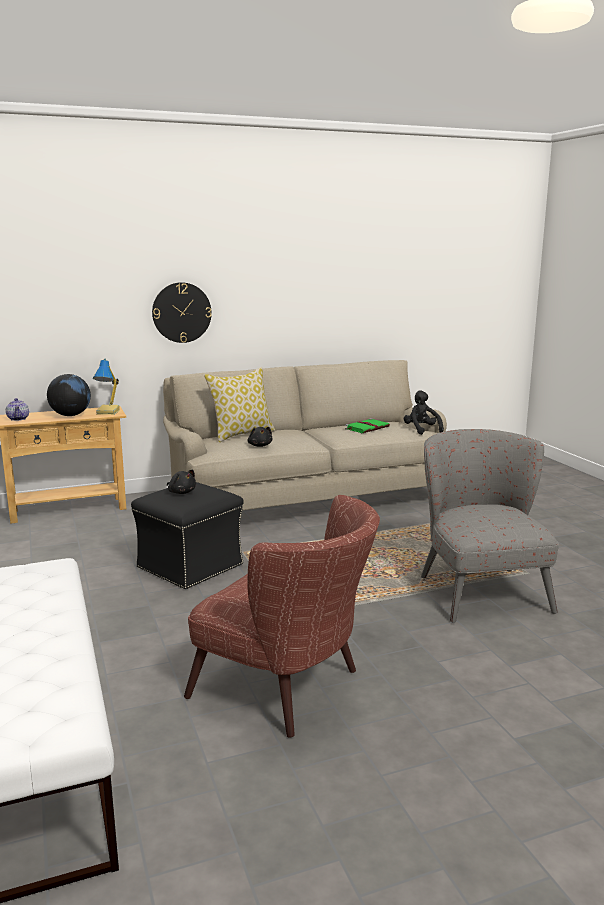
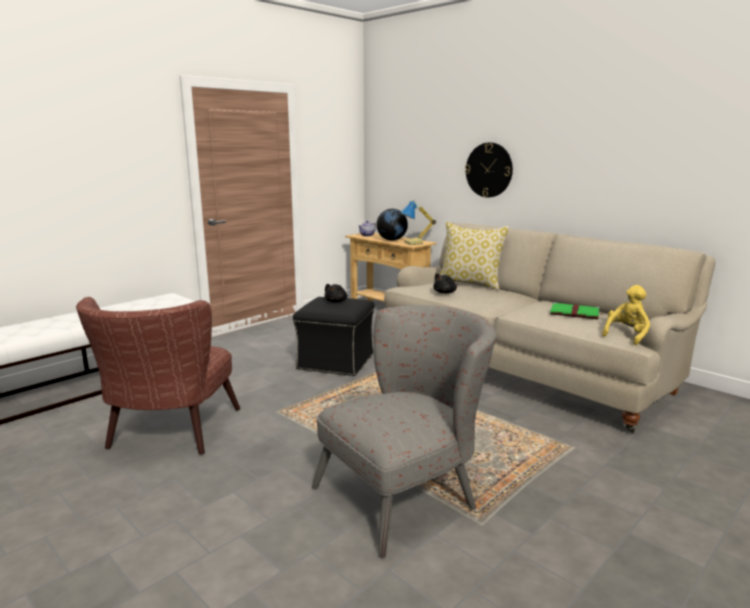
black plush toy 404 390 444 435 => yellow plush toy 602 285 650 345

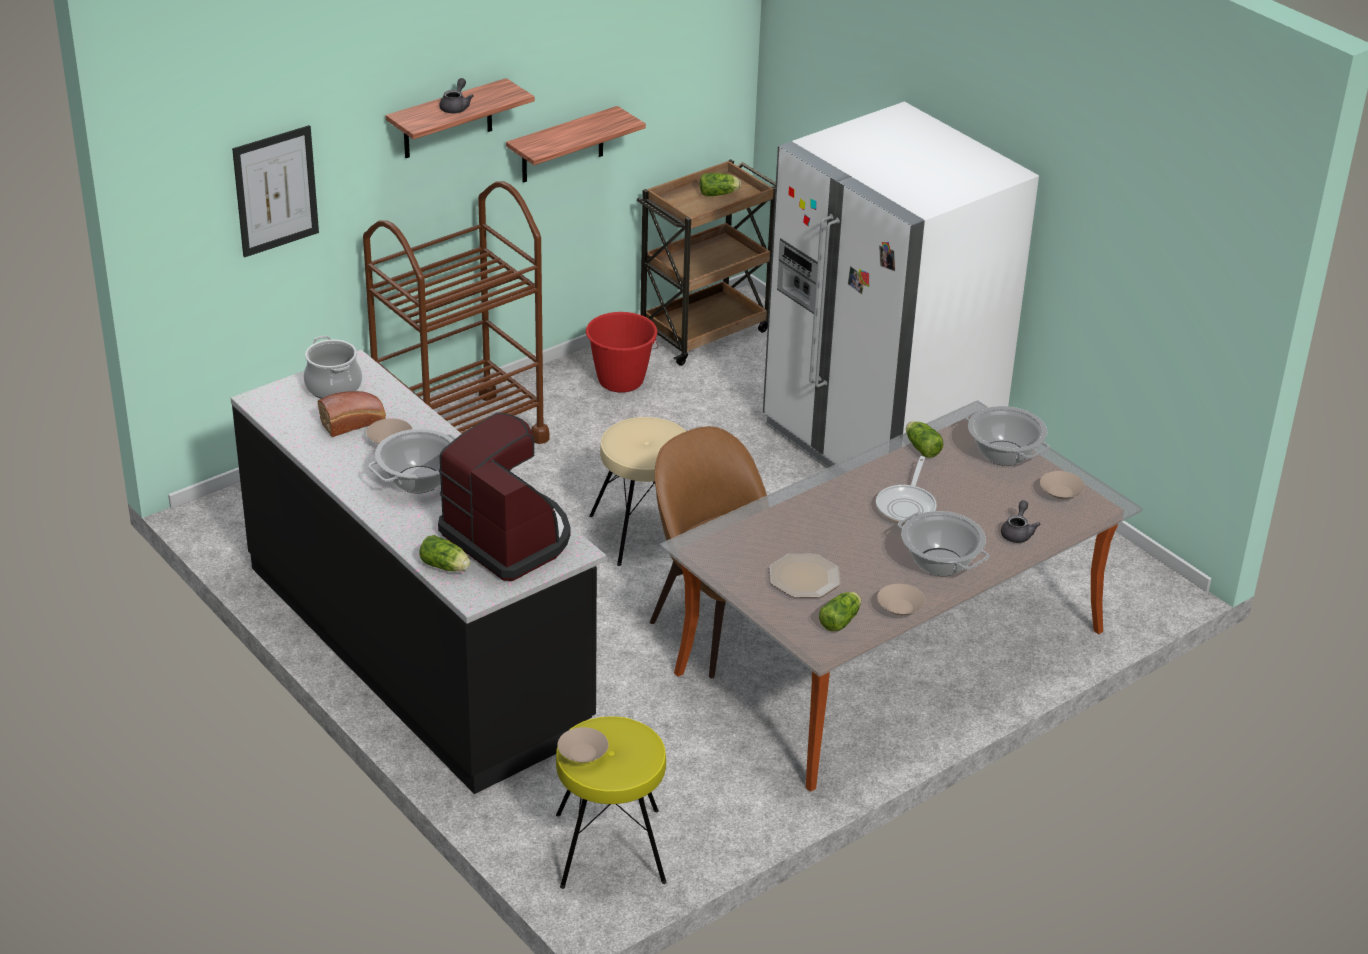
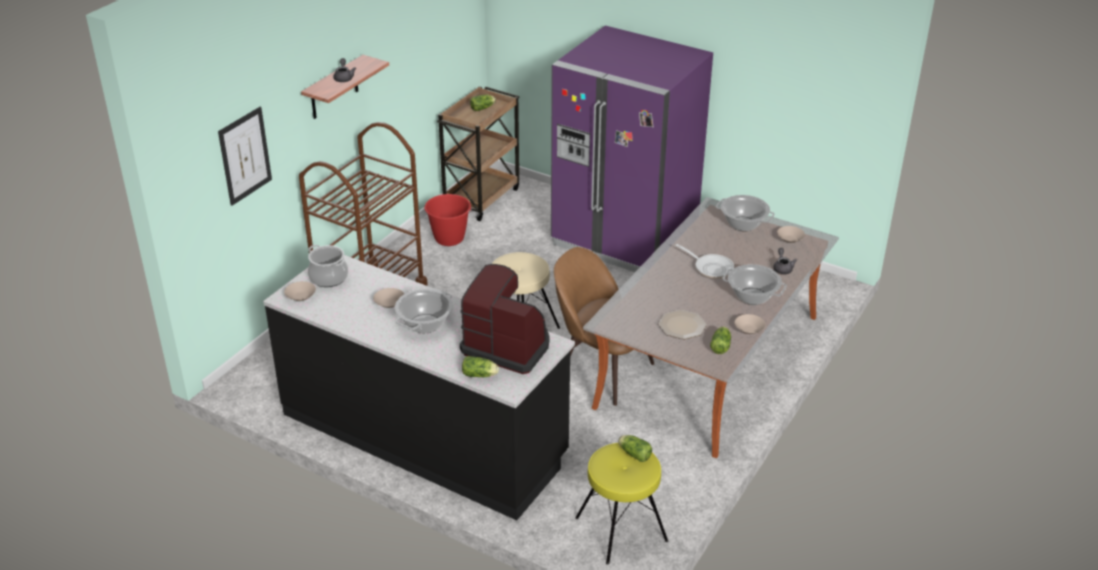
white fridge 763 102 1039 468 => purple fridge 551 25 713 272
shelf 506 106 646 183 => nothing
bread 318 391 386 437 => nothing
lettuce 906 421 943 457 => lettuce 618 435 652 462, move
frying pan 876 456 937 524 => frying pan 675 244 734 279, 45 degrees counterclockwise
beige bowl 558 727 609 763 => beige bowl 284 281 316 301, move

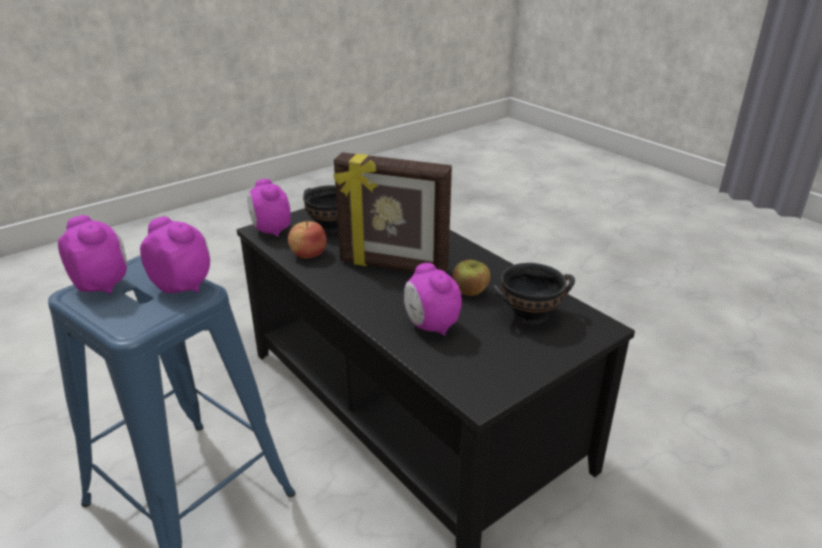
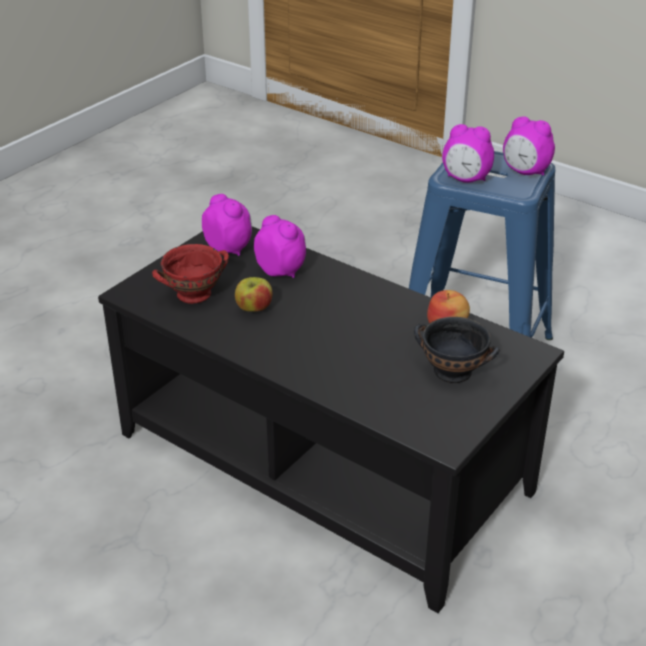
picture frame 334 152 452 272 => nothing
alarm clock 247 179 291 237 => alarm clock 202 194 252 256, move
black bowl 492 263 575 325 => red bowl 152 244 229 304

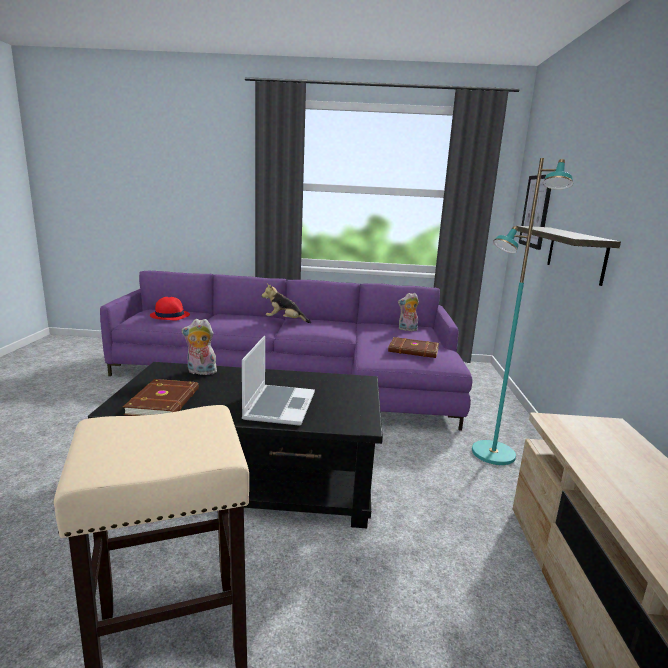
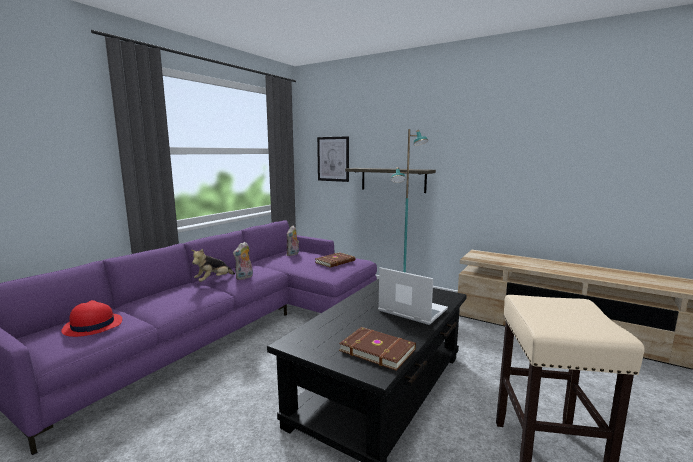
plush toy 182 319 217 375 => plush toy 233 242 253 280, move

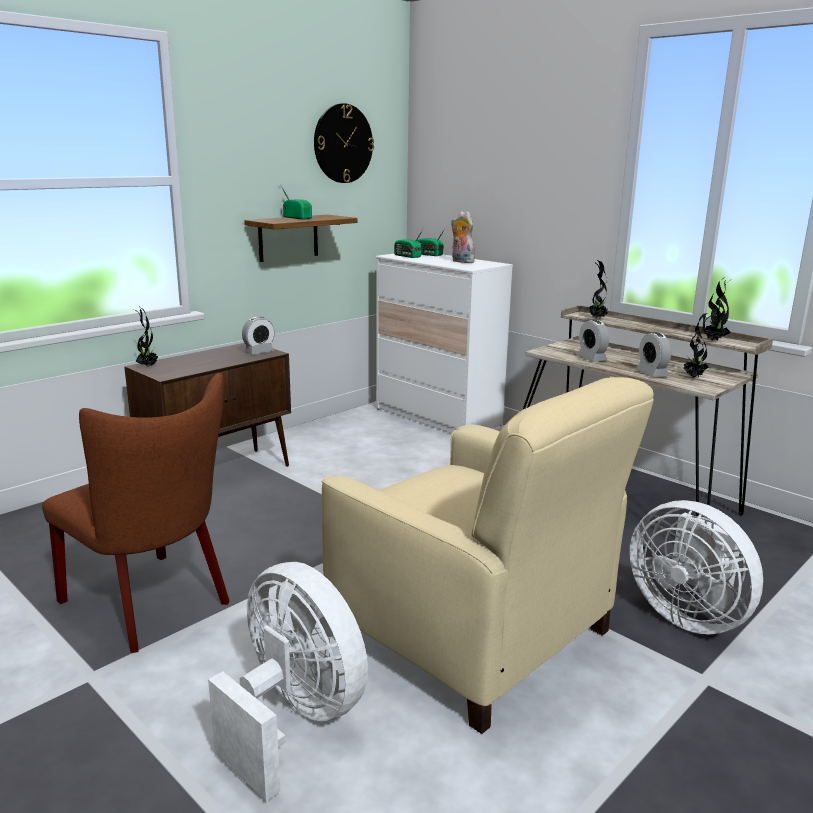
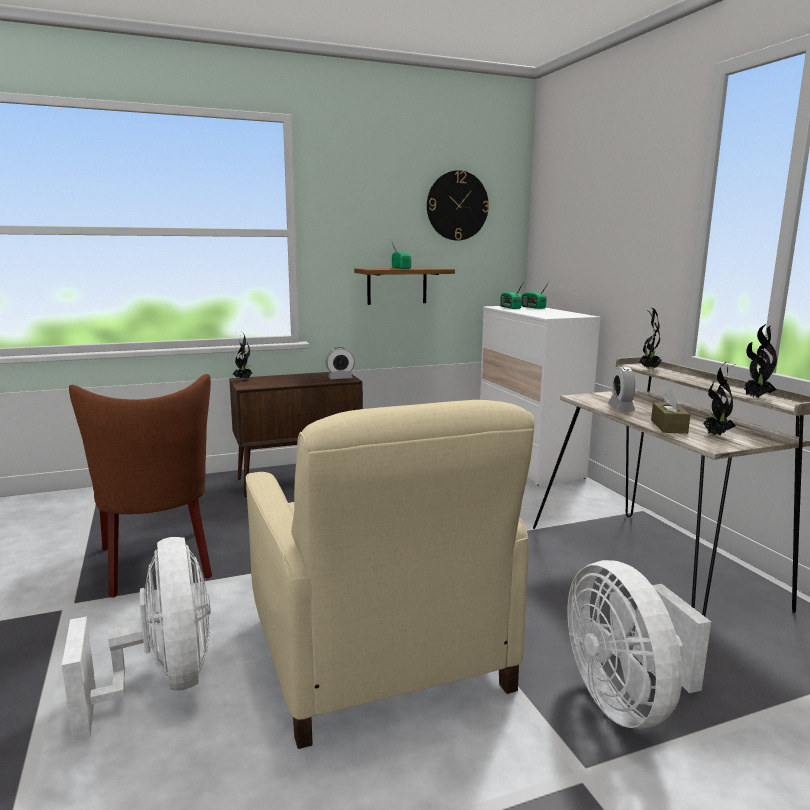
plush toy 451 211 475 263 => nothing
alarm clock 636 332 671 377 => brown tissue box 651 389 690 434

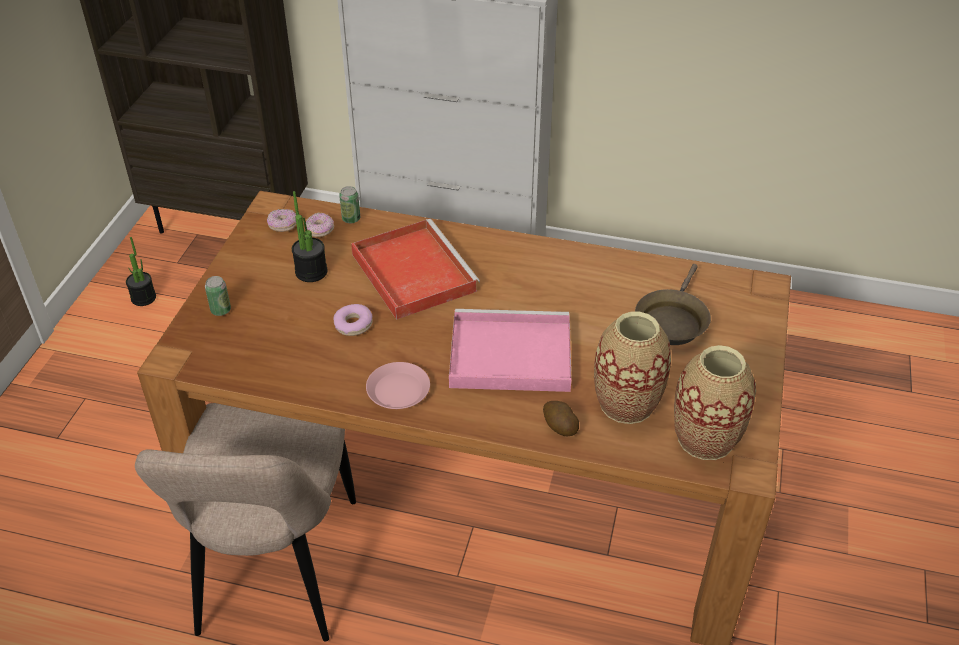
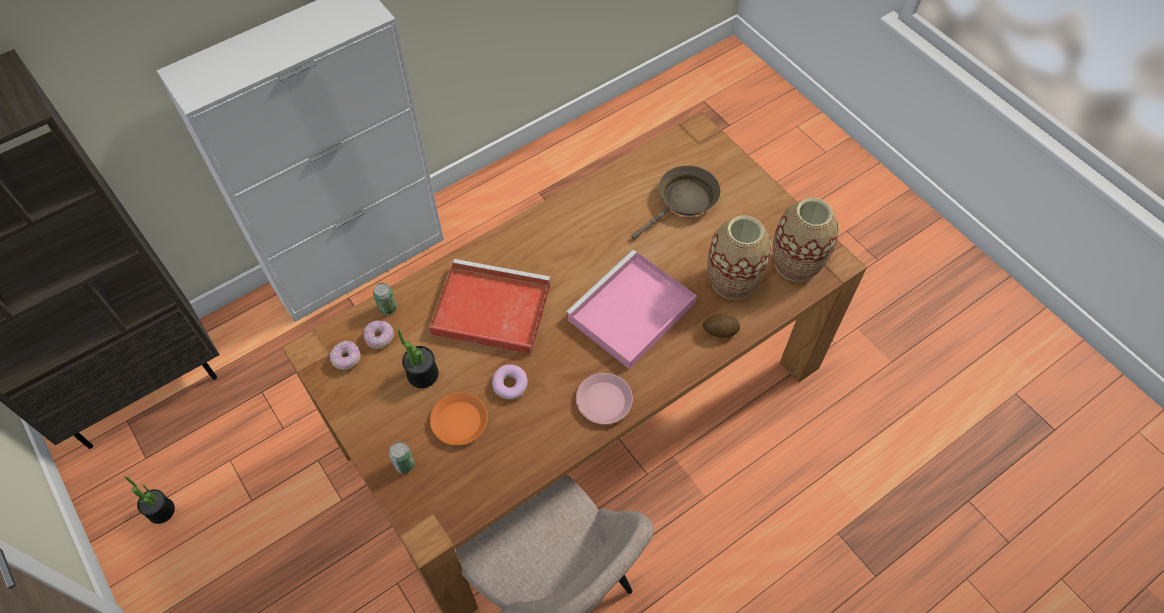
brown frying pan 635 264 711 345 => brown frying pan 631 165 720 240, 105 degrees counterclockwise
nothing => orange plate 430 393 488 445

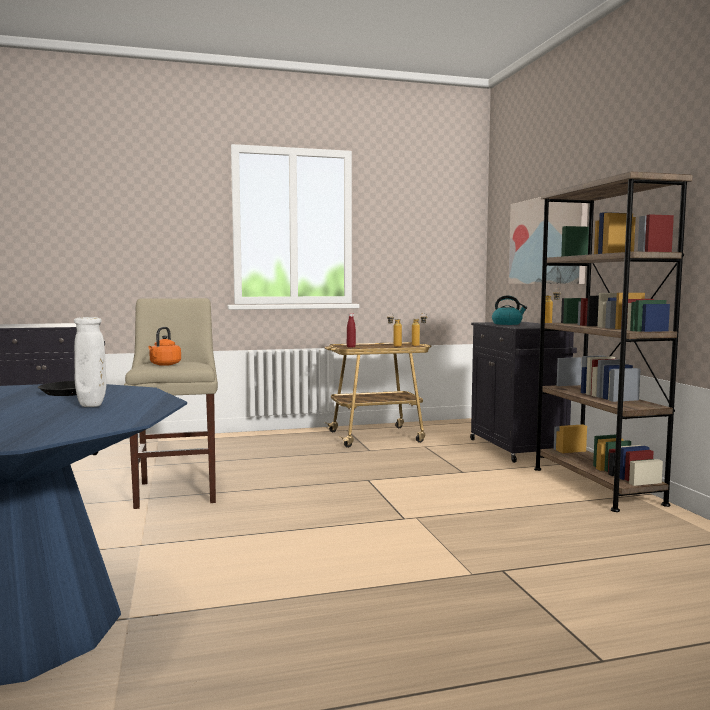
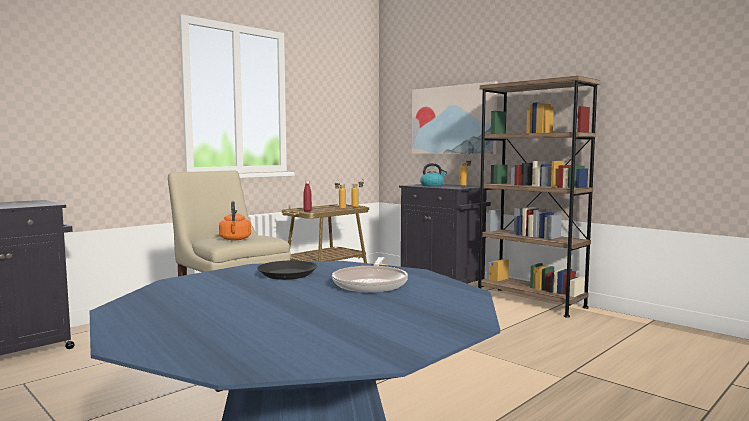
white vase 74 317 106 407 => frying pan 332 257 408 292

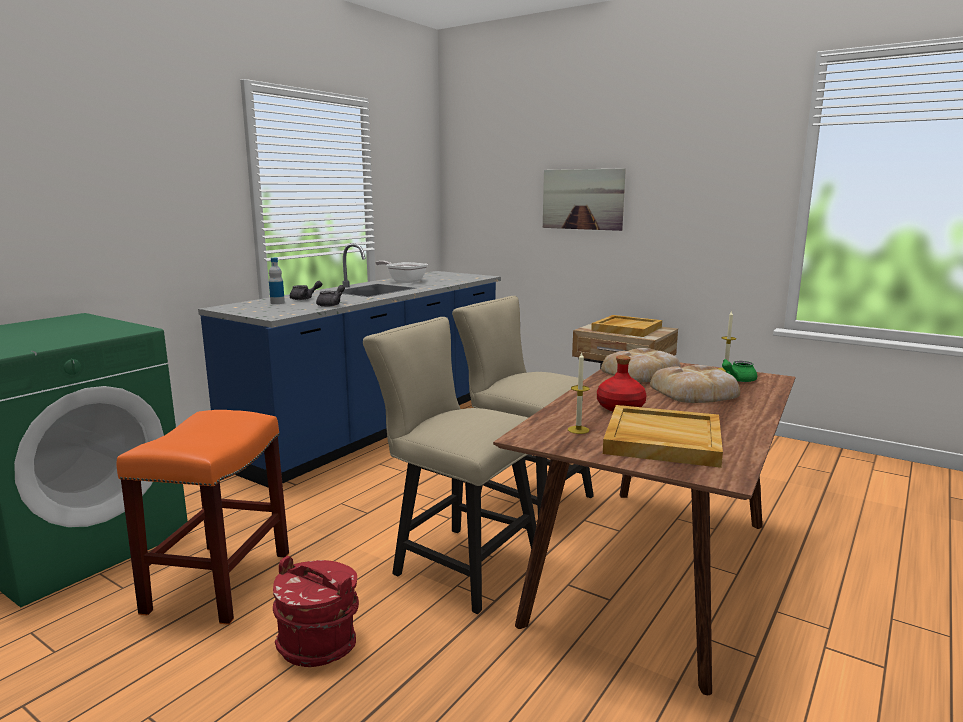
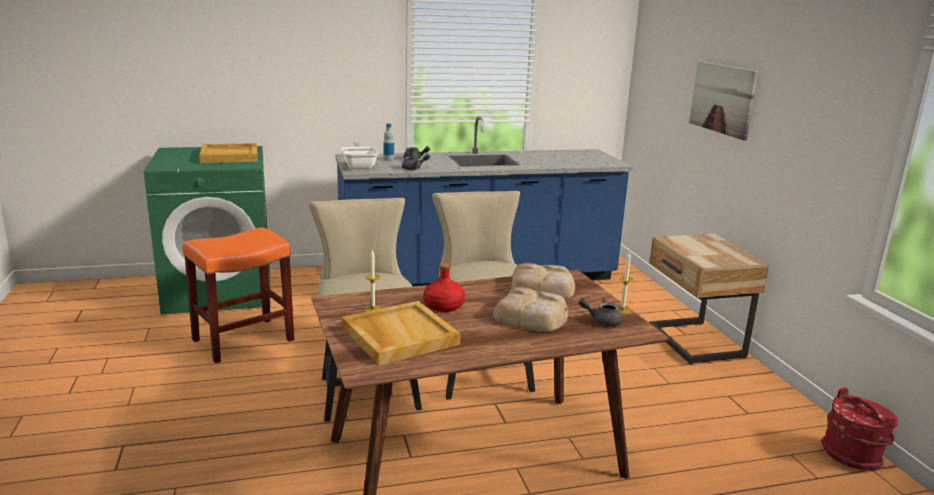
frying pan 376 261 428 283 => frying pan 341 141 379 170, move
beige tray 591 315 662 337 => beige tray 199 143 258 163, move
green teapot 722 359 757 382 => grey teapot 579 298 622 326
red bucket 273 556 359 667 => red bucket 821 387 898 470, move

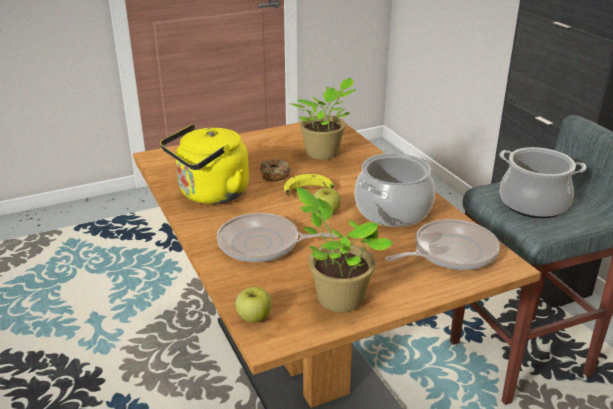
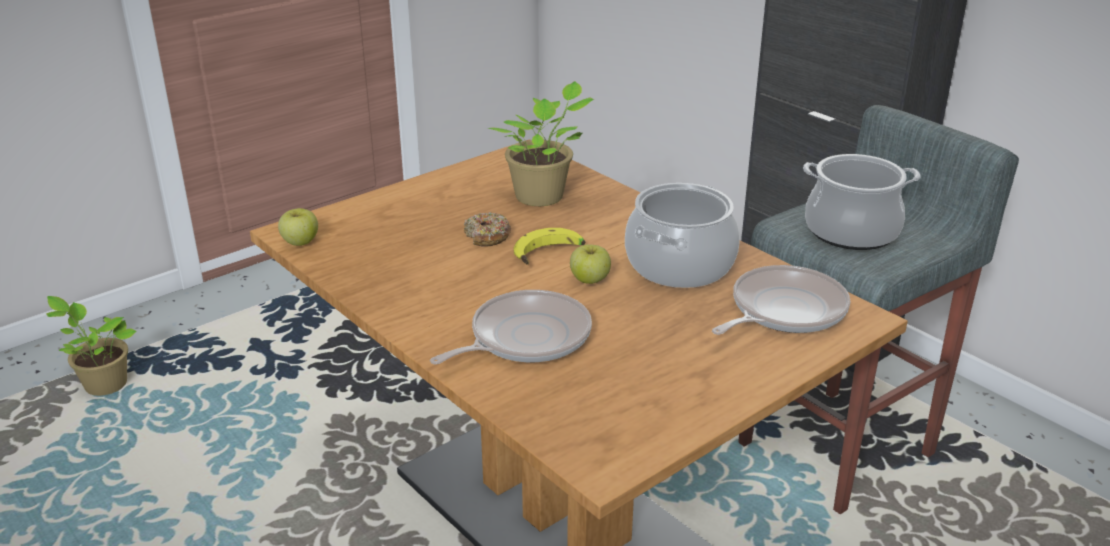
yellow kettle 160 124 249 204 => nothing
potted plant 296 187 394 312 => potted plant 46 296 137 396, move
frying pan 217 213 338 262 => frying pan 430 290 592 365, 150 degrees clockwise
apple 236 287 272 323 => apple 278 208 318 246, move

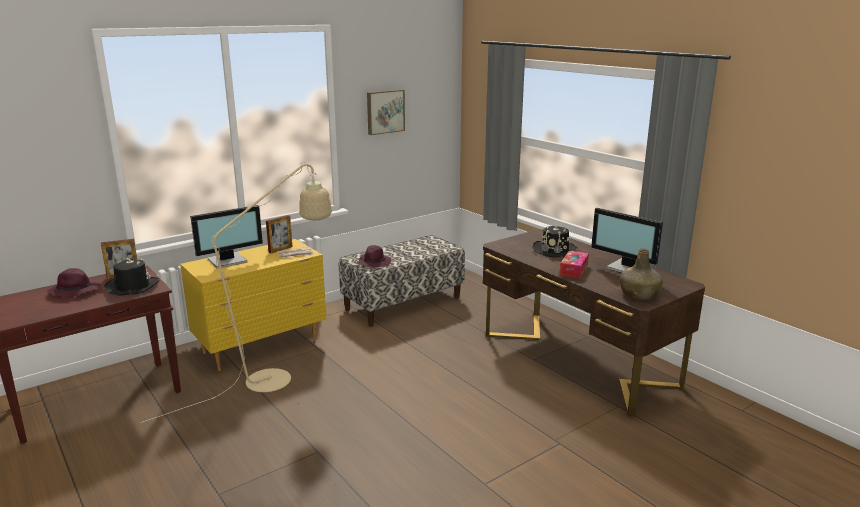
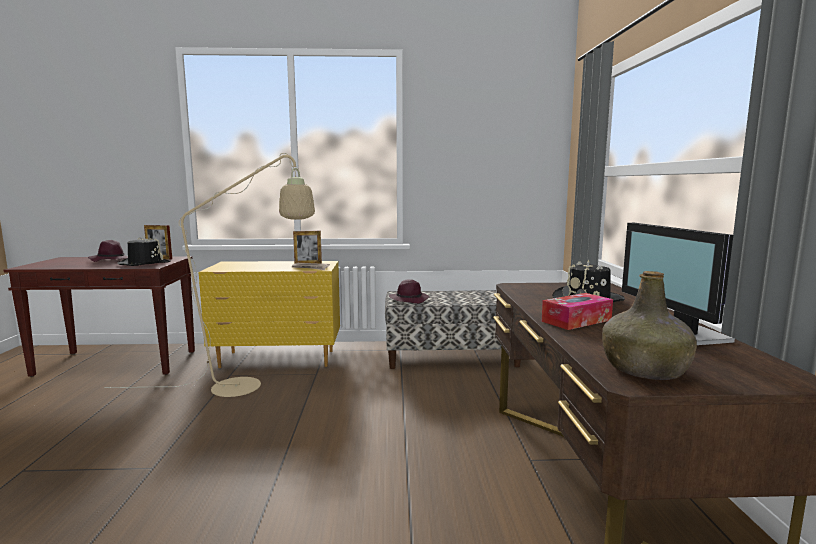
picture 367 89 405 135 => nothing
monitor 190 205 263 269 => nothing

